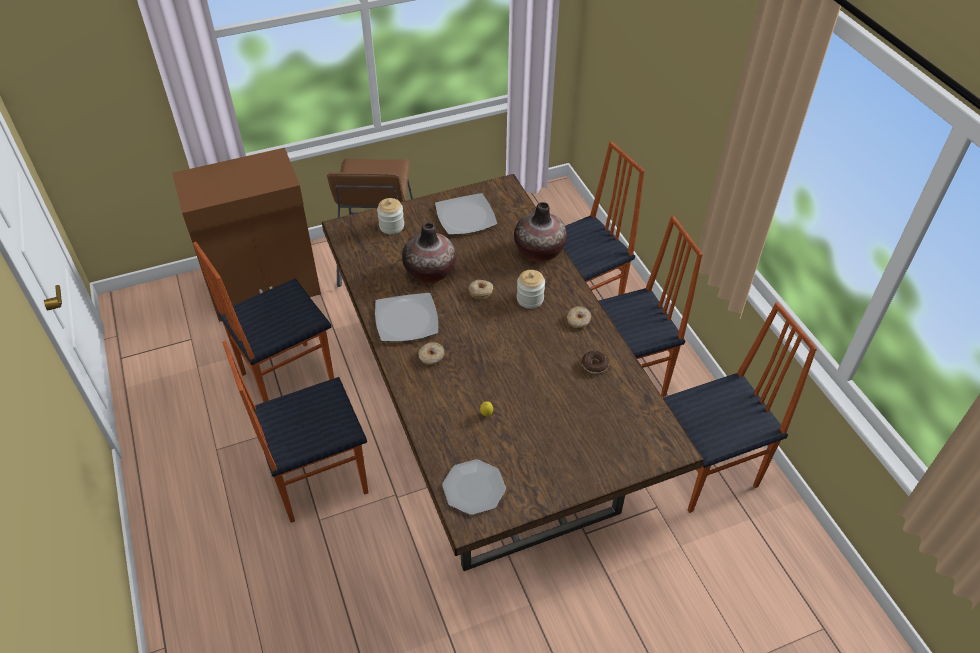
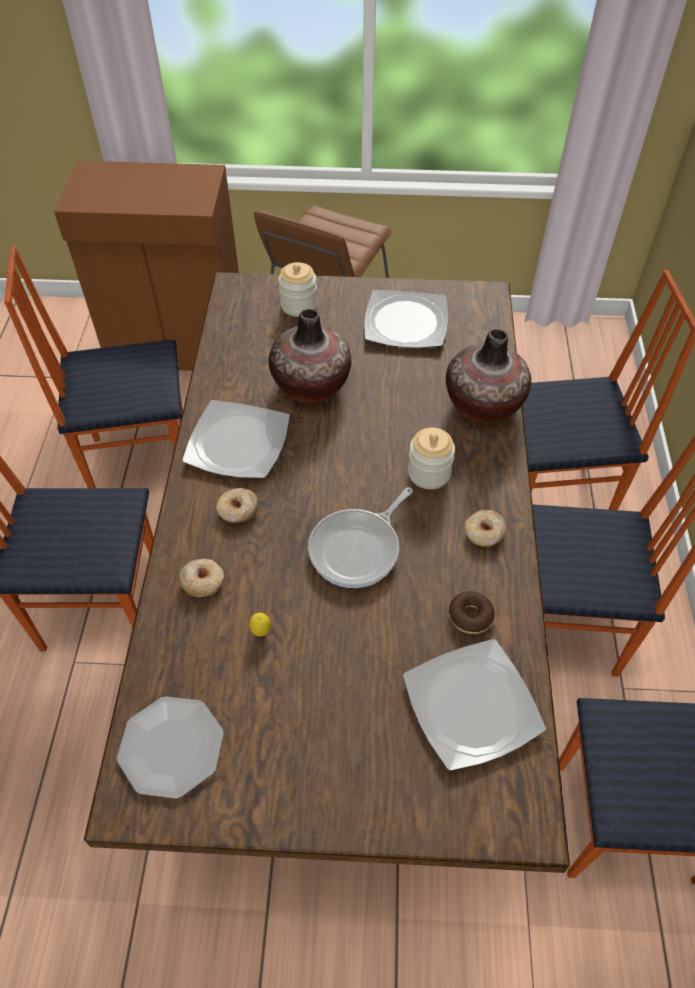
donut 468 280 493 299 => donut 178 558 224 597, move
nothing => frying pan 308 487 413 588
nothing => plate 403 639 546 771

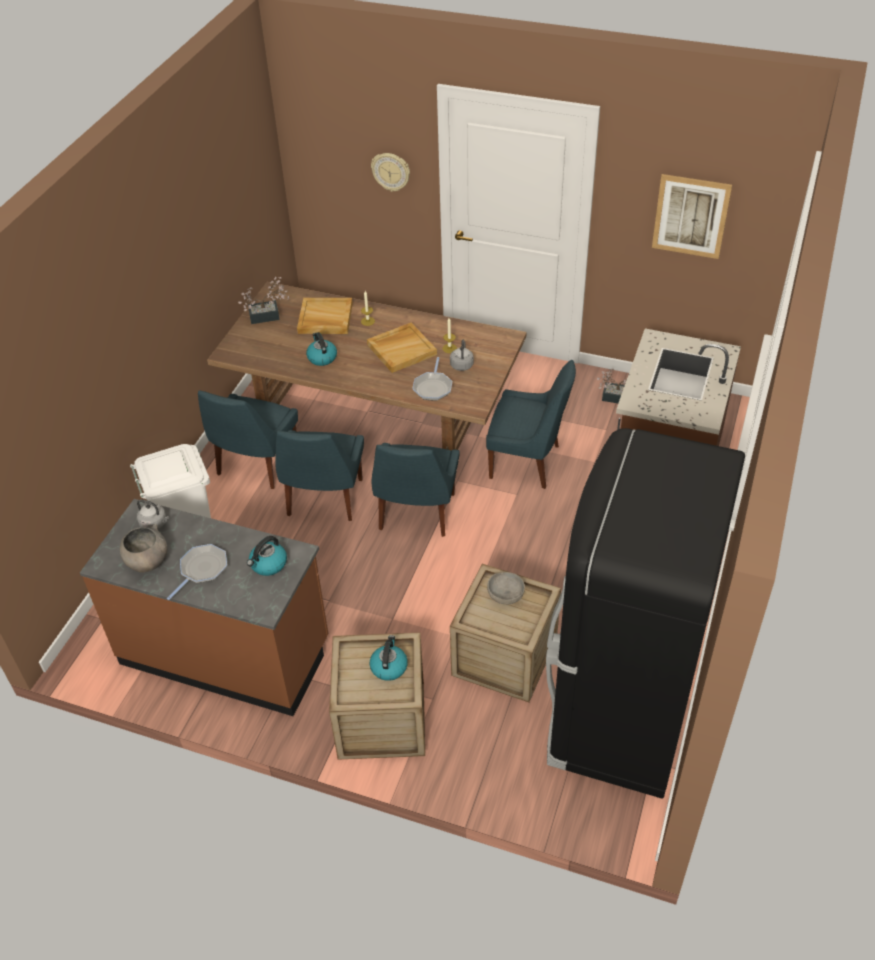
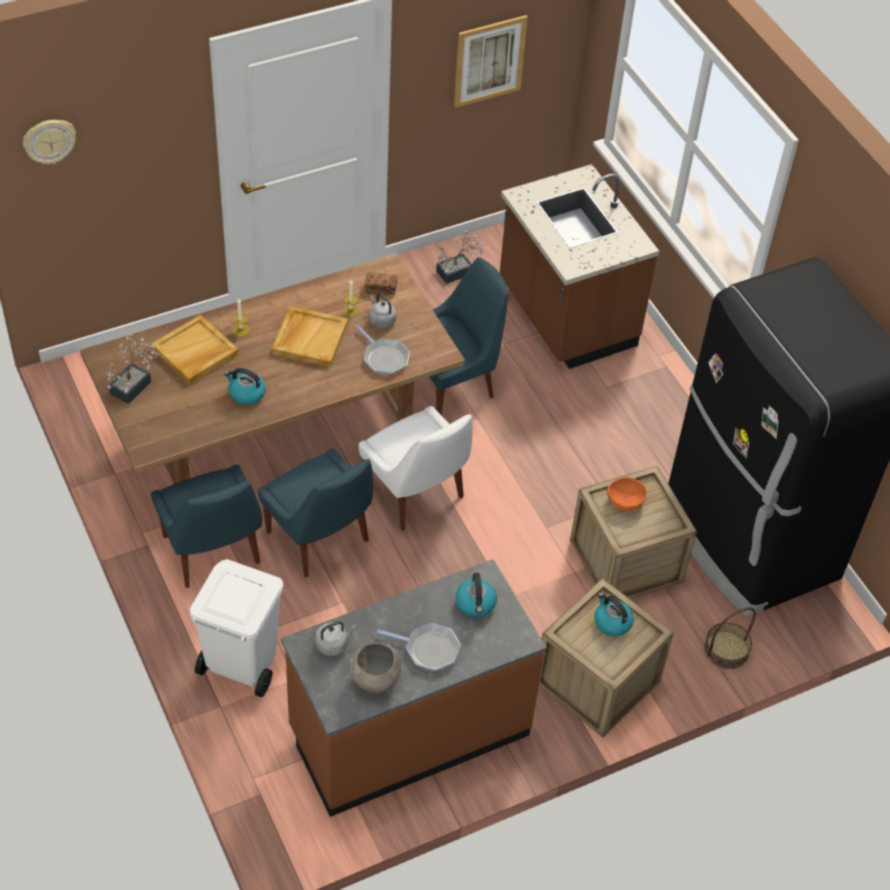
wall clock 371 153 410 192 => wall clock 23 120 76 164, move
blue chair 372 443 459 537 => white chair 359 406 473 531
frying pan 167 544 227 600 => frying pan 377 623 461 671, 120 degrees clockwise
grey bowl 487 572 525 605 => orange bowl 607 477 647 511
nothing => bread 365 272 397 295
nothing => basket 704 607 756 669

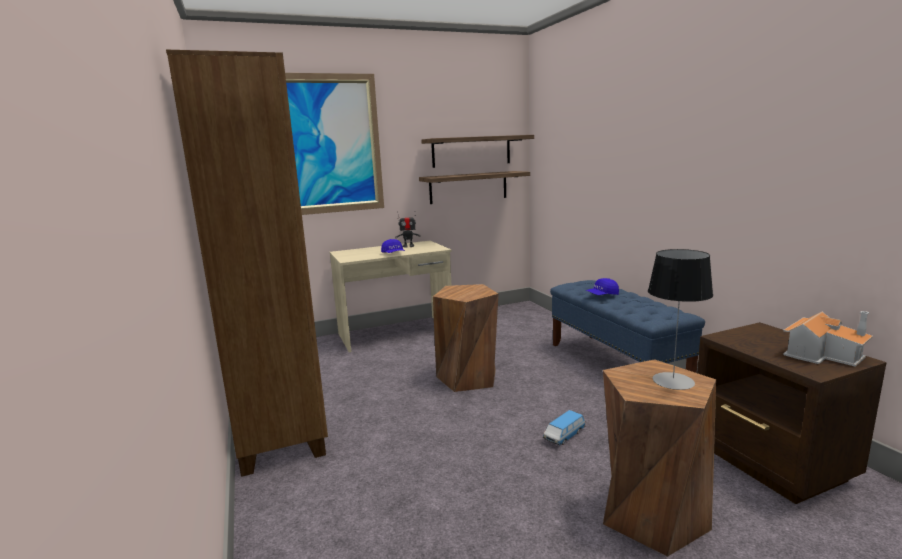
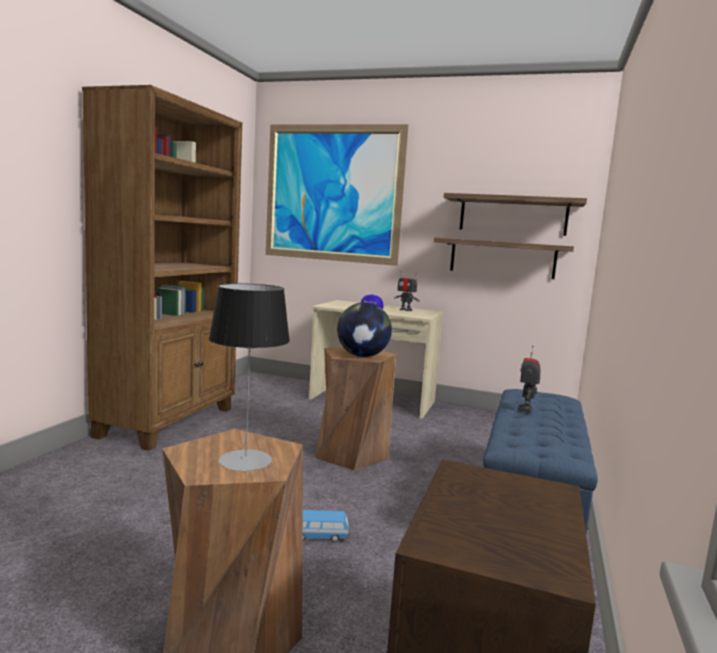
blue cap 585 278 619 295 => toy robot 517 346 540 413
toy house 783 311 873 367 => nothing
nothing => globe 337 302 392 357

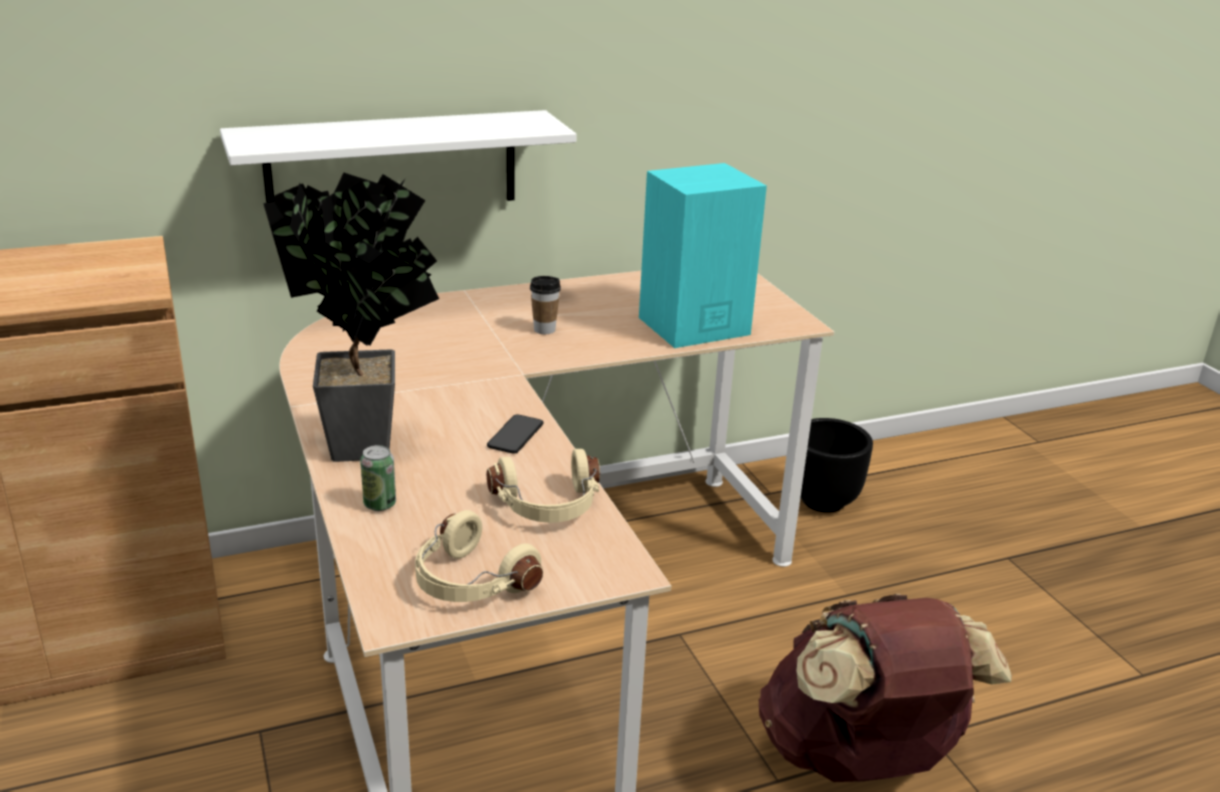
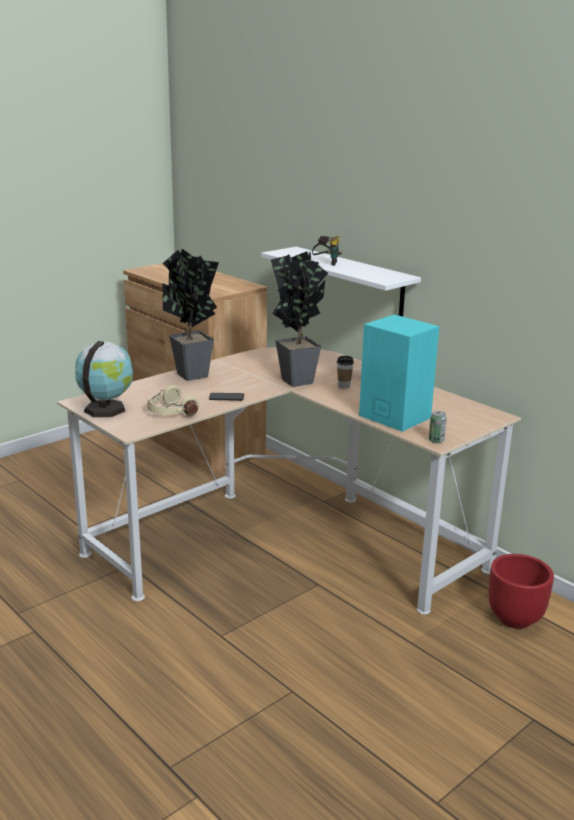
black planter 800 418 873 513 => red planter 489 554 554 629
can 360 445 396 511 => can 429 411 447 443, move
beige headphones 415 510 543 602 => globe 75 341 133 417
brown backpack 759 593 1012 782 => nothing
nothing => binoculars 312 236 342 266
nothing => potted plant 271 251 328 387

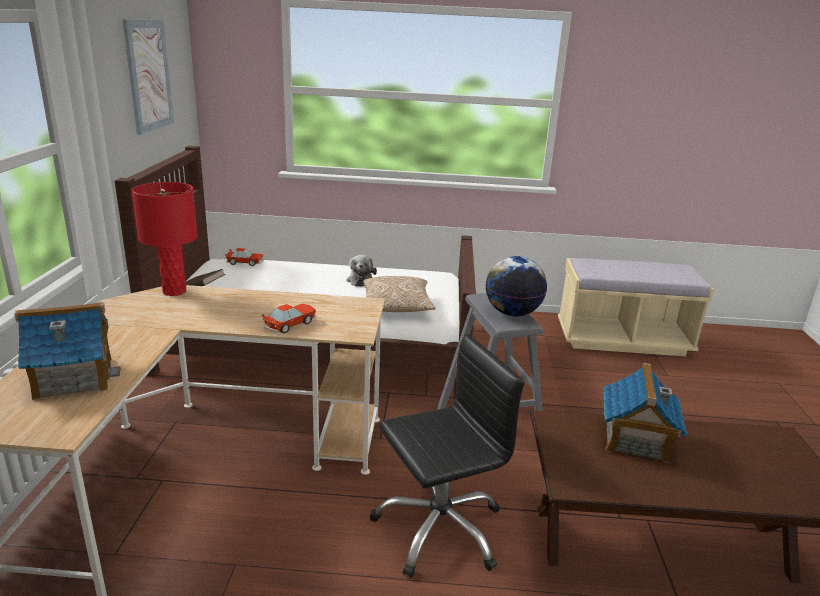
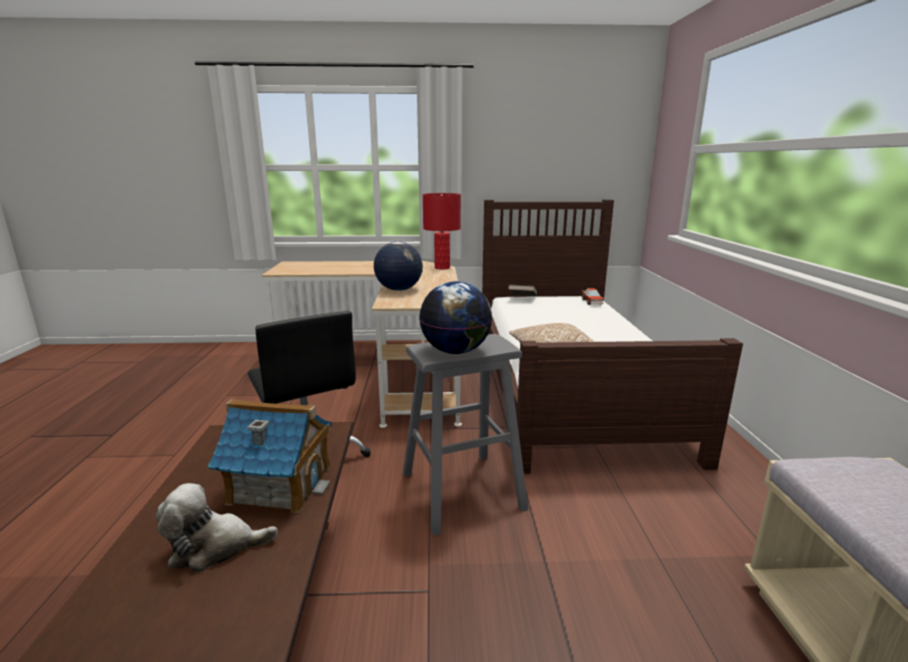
picture 123 19 174 135 => nothing
plush toy 346 255 377 287 => plush toy 156 483 278 572, move
toy house 14 302 120 400 => nothing
toy car 262 304 316 334 => globe 374 241 423 291

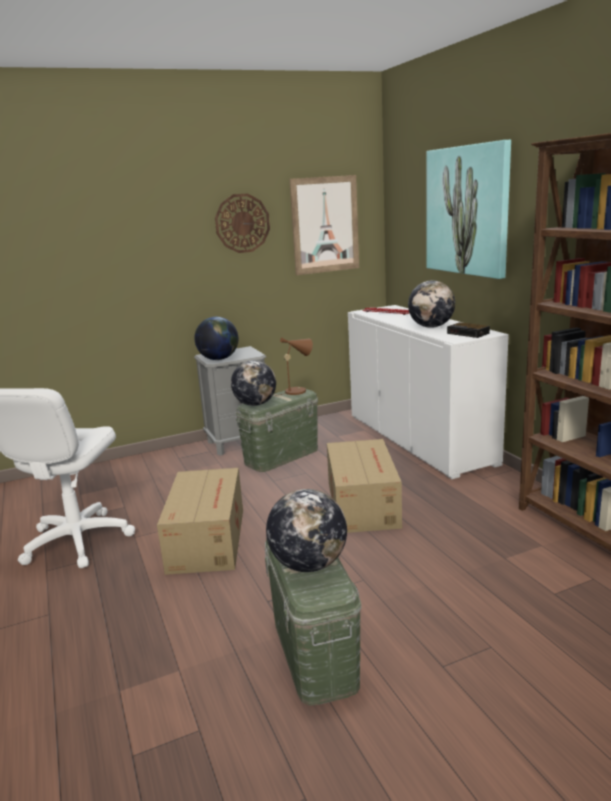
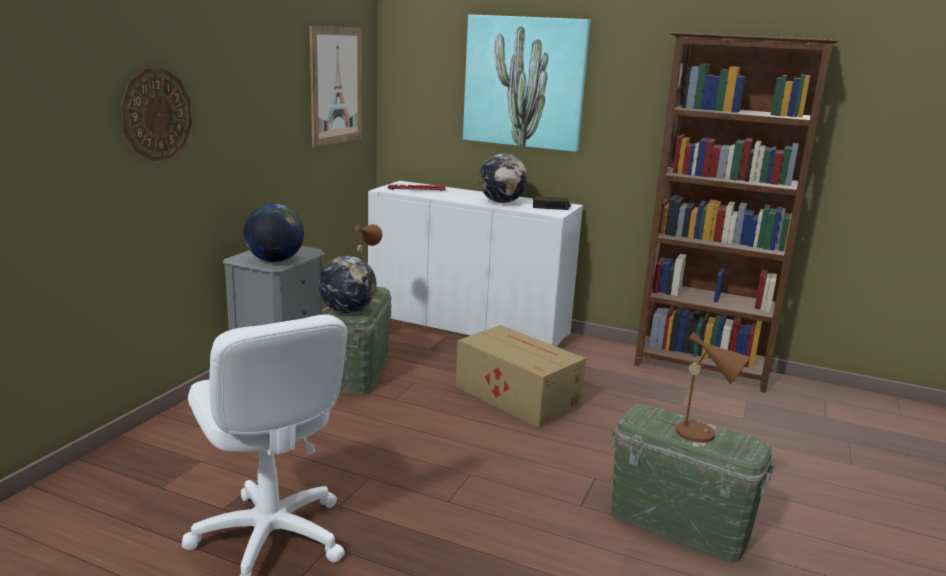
wall clock 215 193 270 253 => wall clock 121 68 192 161, move
cardboard box 157 468 243 575 => nothing
globe 266 489 347 572 => brown table lamp 655 332 751 443

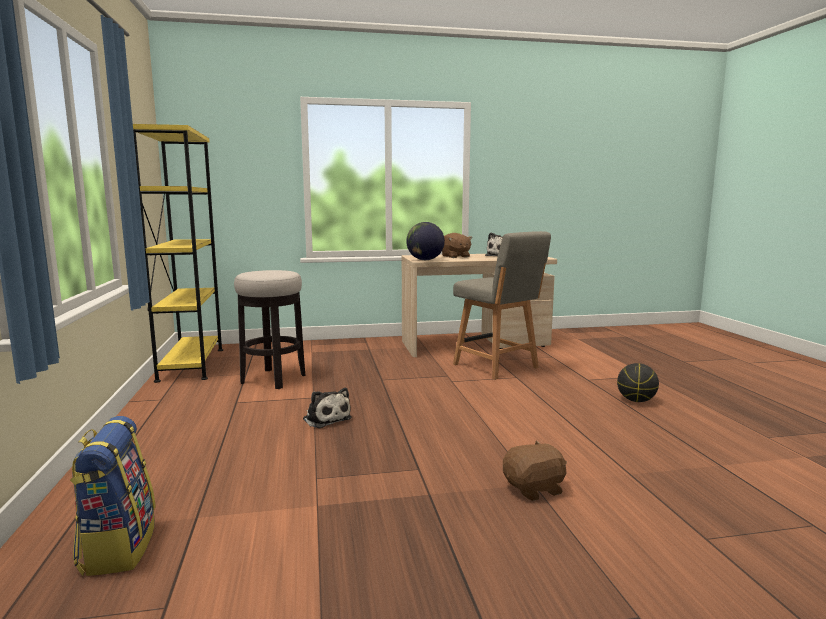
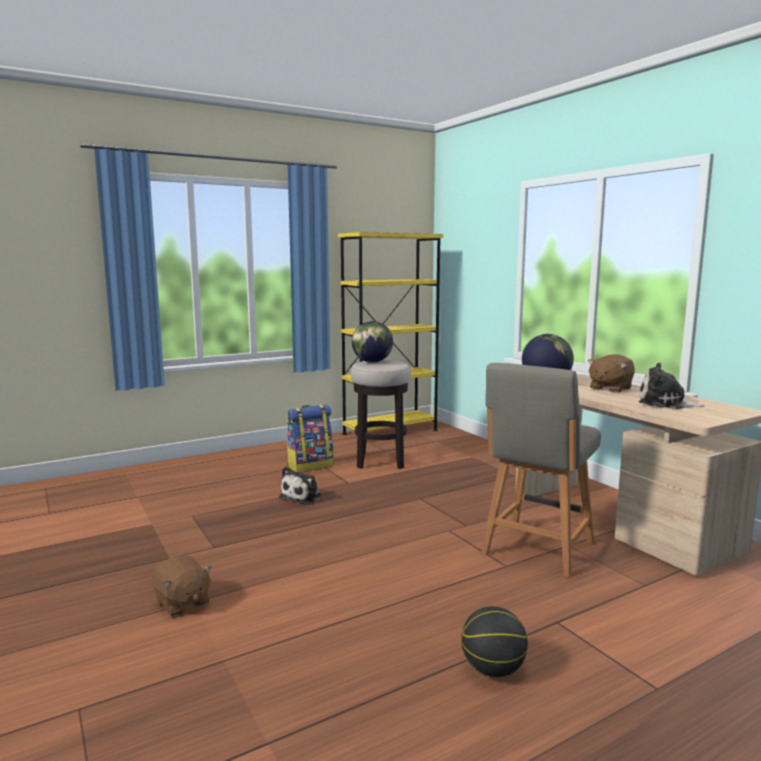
backpack 70 416 156 576 => backpack 287 404 333 472, move
nothing => globe 352 321 393 363

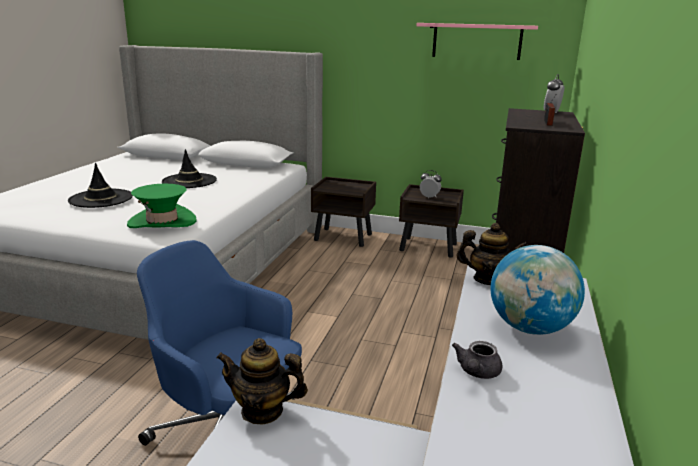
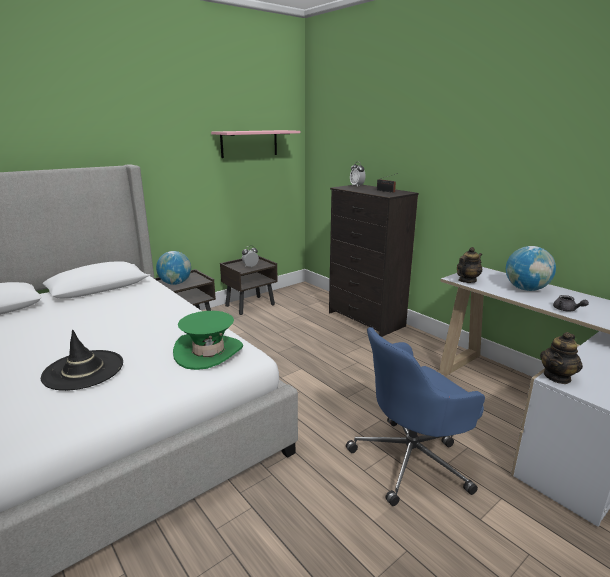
black hat 162 149 217 188 => nothing
nothing => globe 156 251 191 285

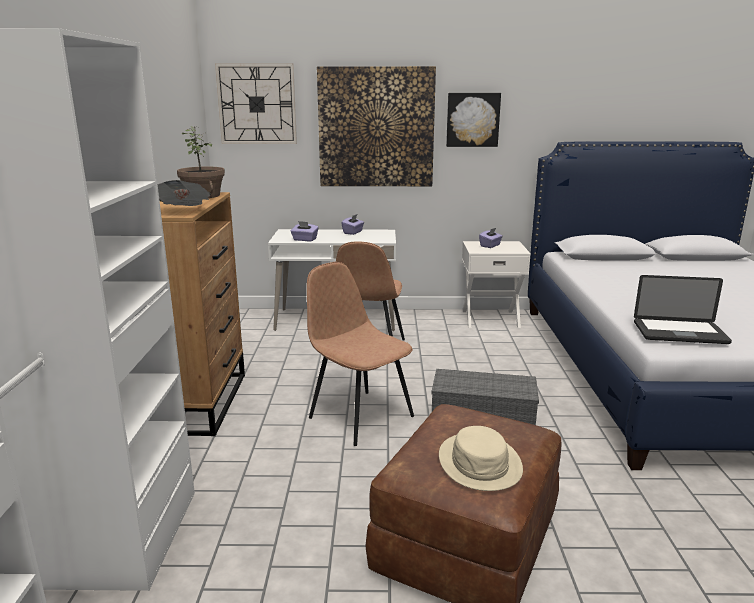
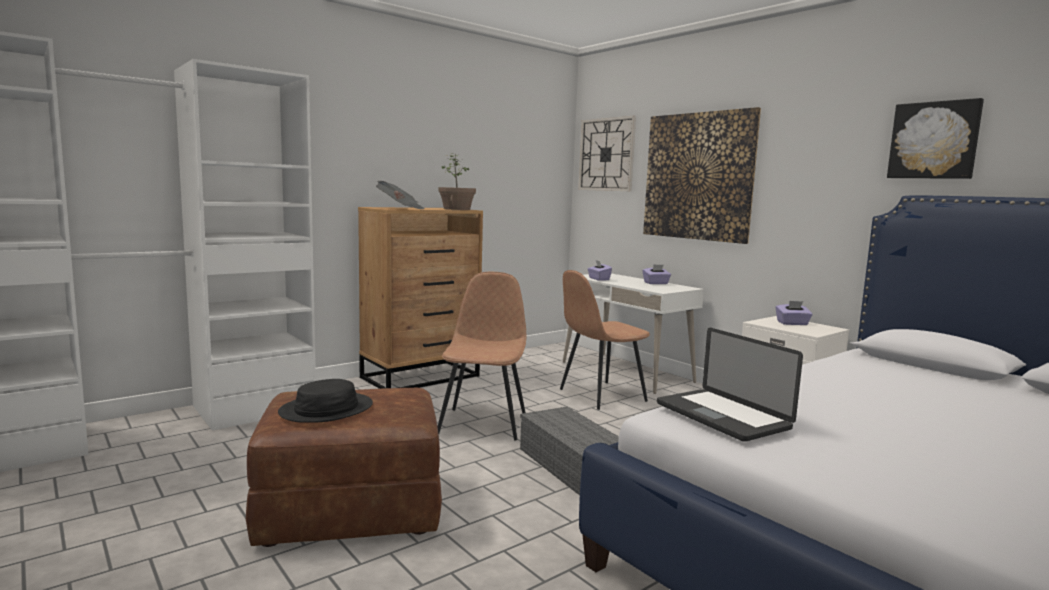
picture 446 93 501 147 => picture 887 98 984 179, move
beige hat 439 426 523 491 => black hat 278 379 373 423

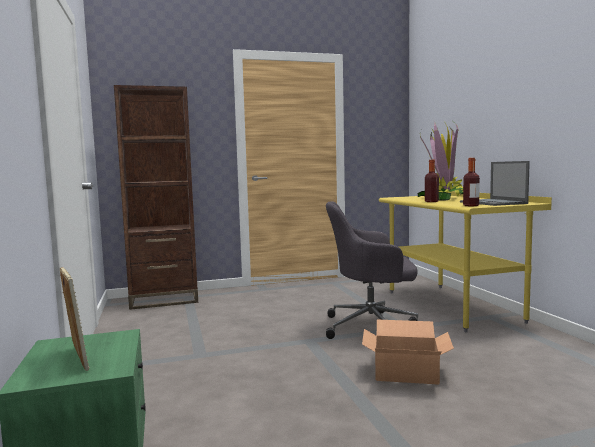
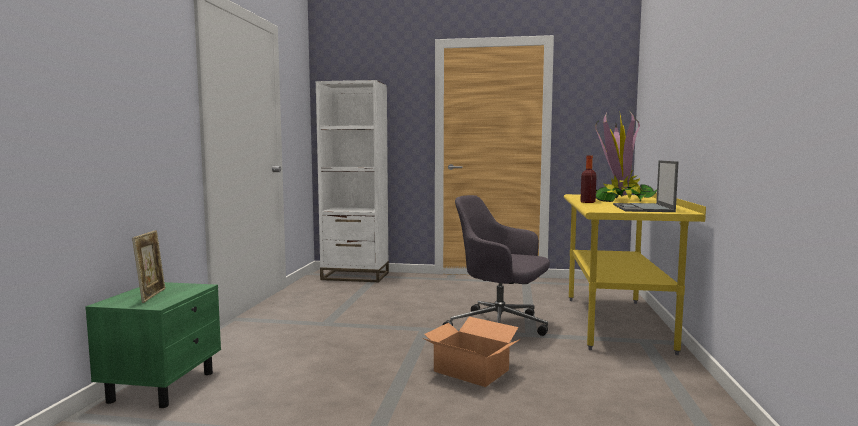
brown bookcase 114 85 198 310 => white bookcase 316 80 389 282
bottle 463 158 480 206 => nothing

